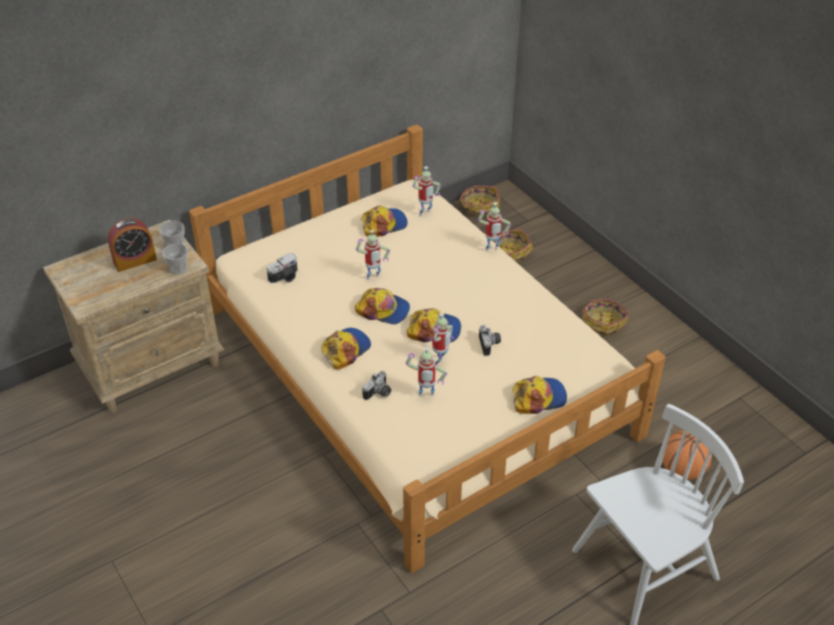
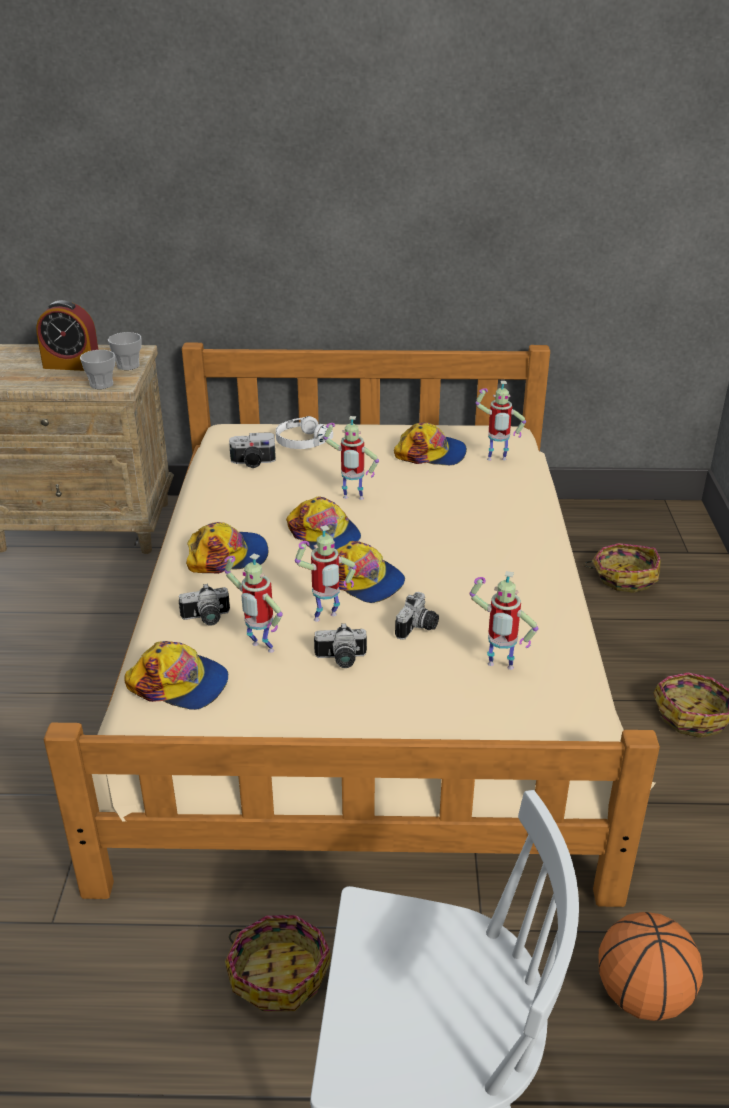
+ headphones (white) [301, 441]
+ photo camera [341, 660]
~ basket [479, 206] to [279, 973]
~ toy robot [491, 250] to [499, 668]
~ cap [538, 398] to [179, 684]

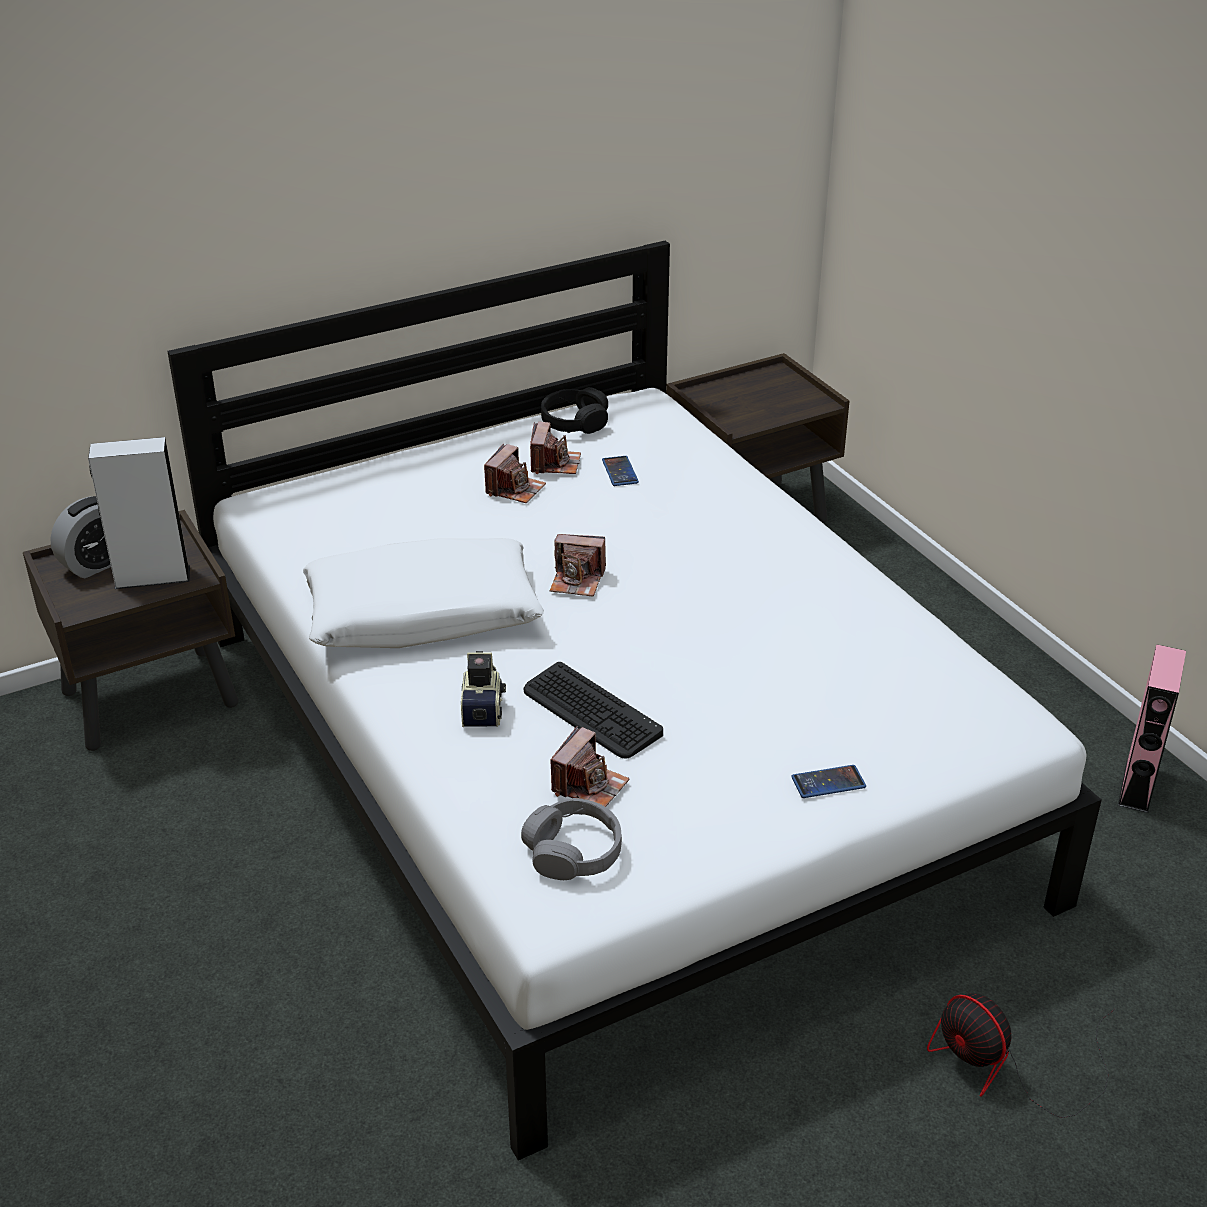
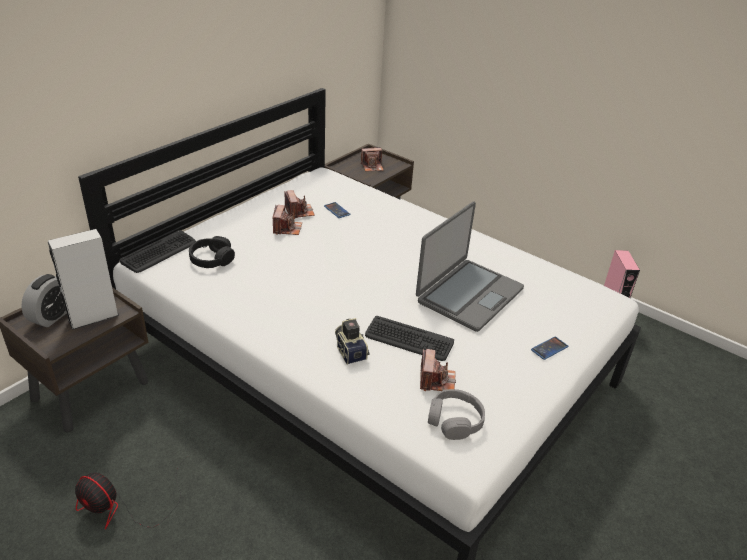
- pillow (white) [422, 615]
+ keyboard [159, 252]
+ laptop [468, 295]
~ headphones (black) [574, 421] to [212, 259]
~ photo camera [577, 580] to [372, 167]
~ fan [1008, 1067] to [124, 506]

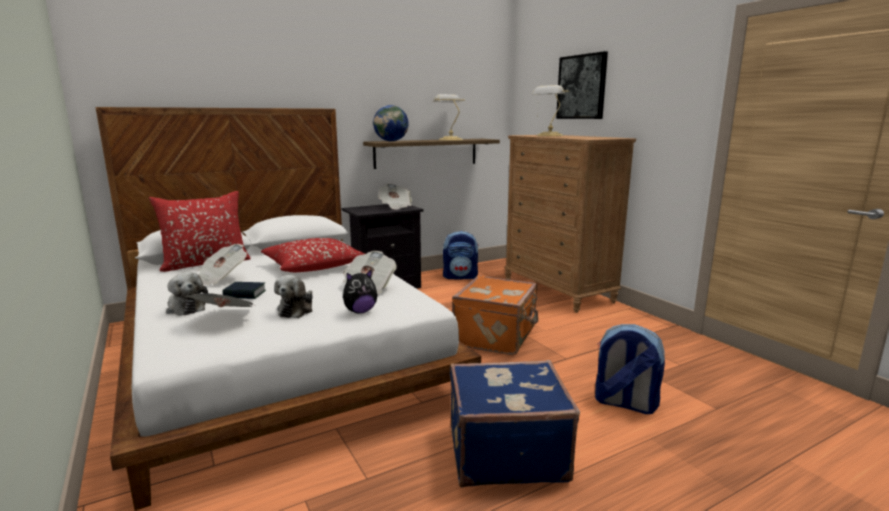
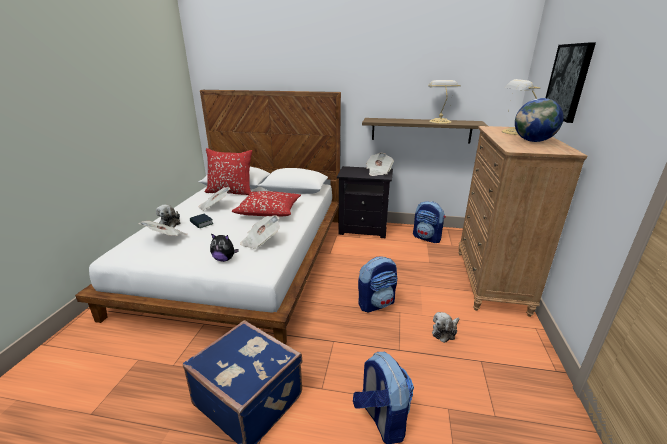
~ plush toy [296, 309] to [445, 332]
~ globe [391, 141] to [533, 141]
~ suitcase (orange) [496, 336] to backpack [376, 303]

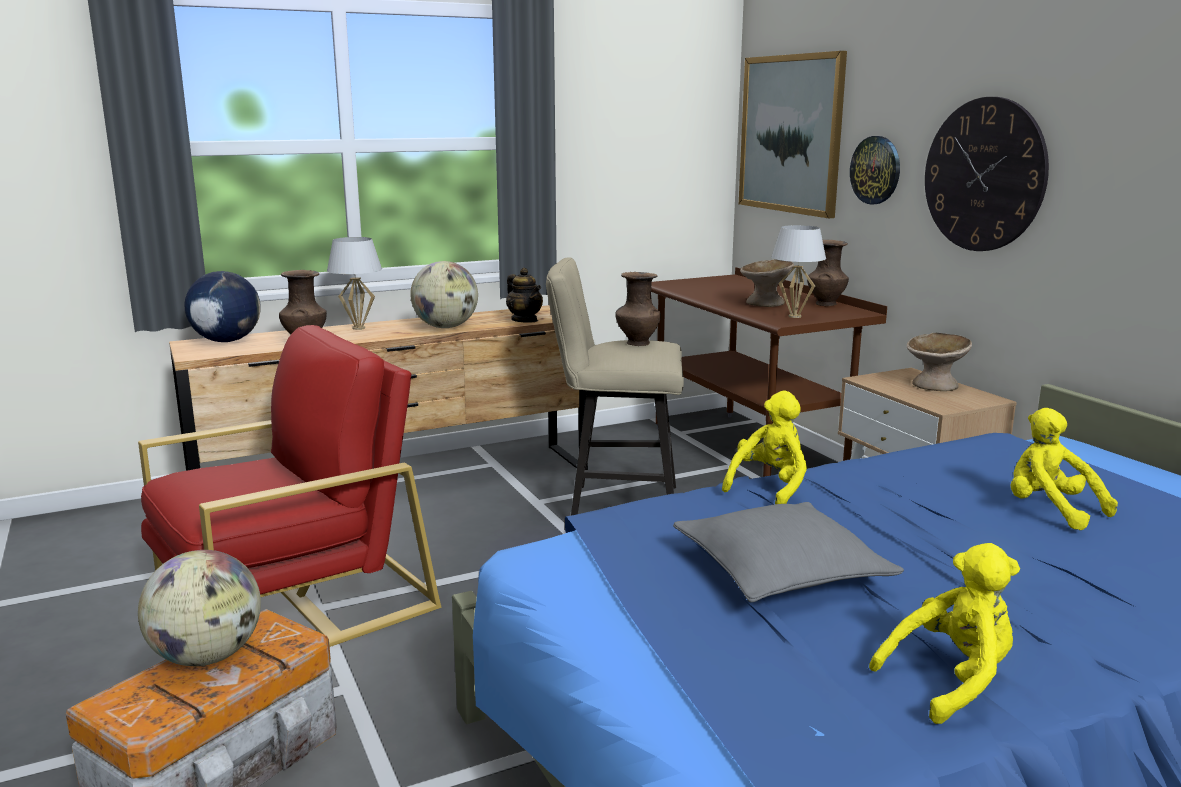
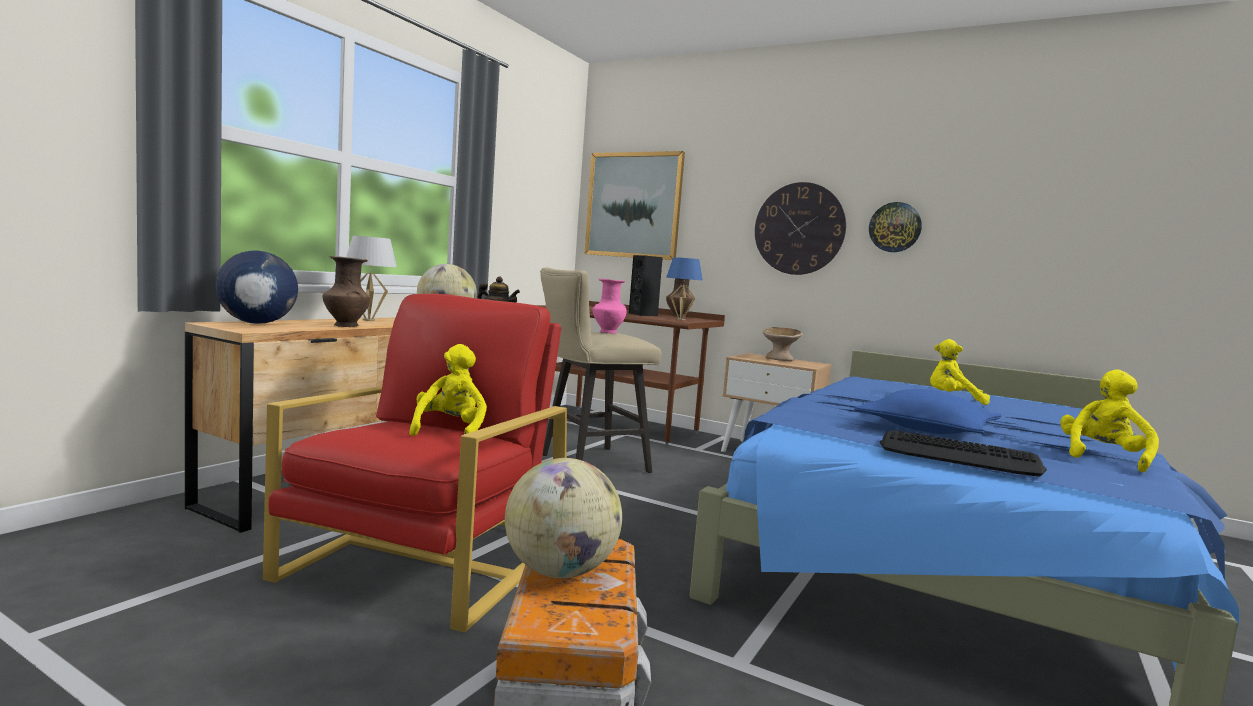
+ keyboard [959, 456]
~ plush toy (yellow) [769, 487] to [450, 431]
~ wall clock [876, 170] to [895, 227]
~ bowl (beige) [765, 303] to speaker (black) [644, 315]
~ vase (brown) [637, 343] to vase (pink) [607, 332]
~ pillow (grey) [780, 571] to pillow (blue) [926, 430]
~ table lamp (white) [794, 316] to table lamp (blue) [680, 319]

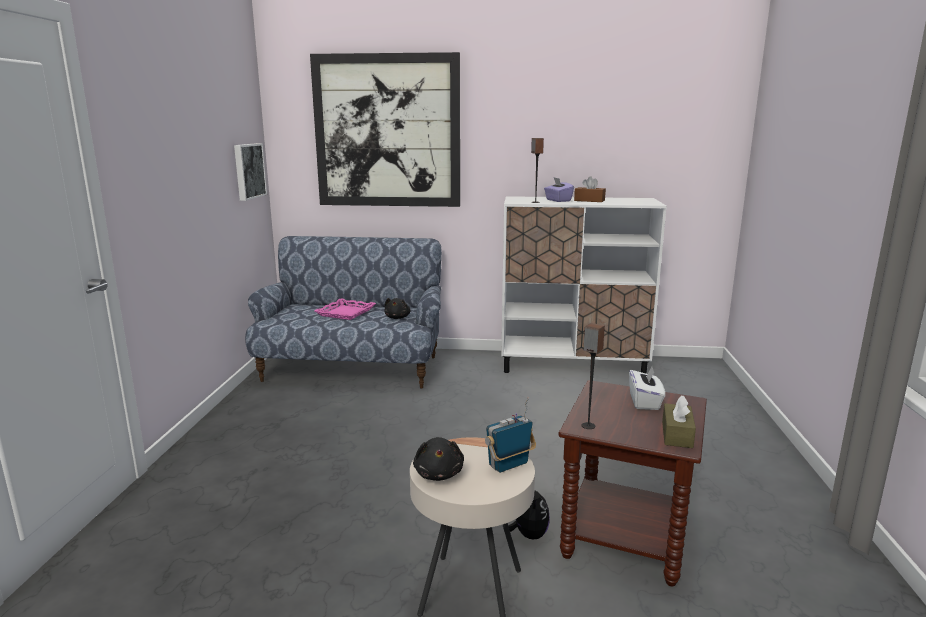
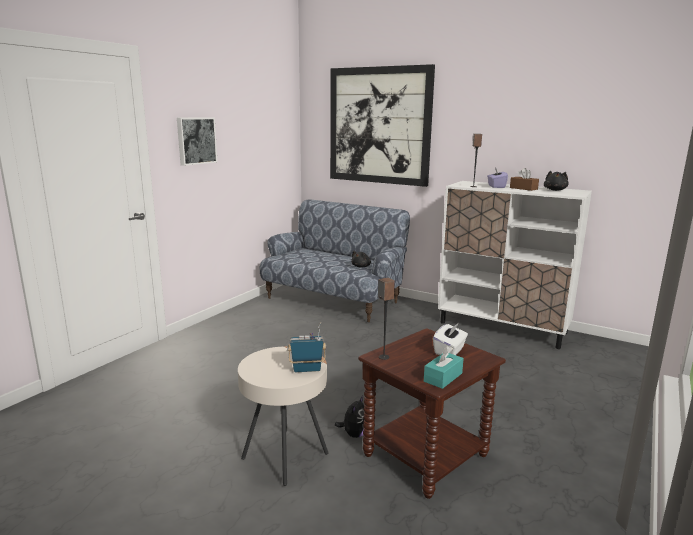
- tray (pink) [345, 313]
~ picture [248, 171] to [196, 140]
~ plush toy (black) [439, 474] to [555, 190]
~ tissue box (brown) [677, 434] to tissue box (turquoise) [443, 377]

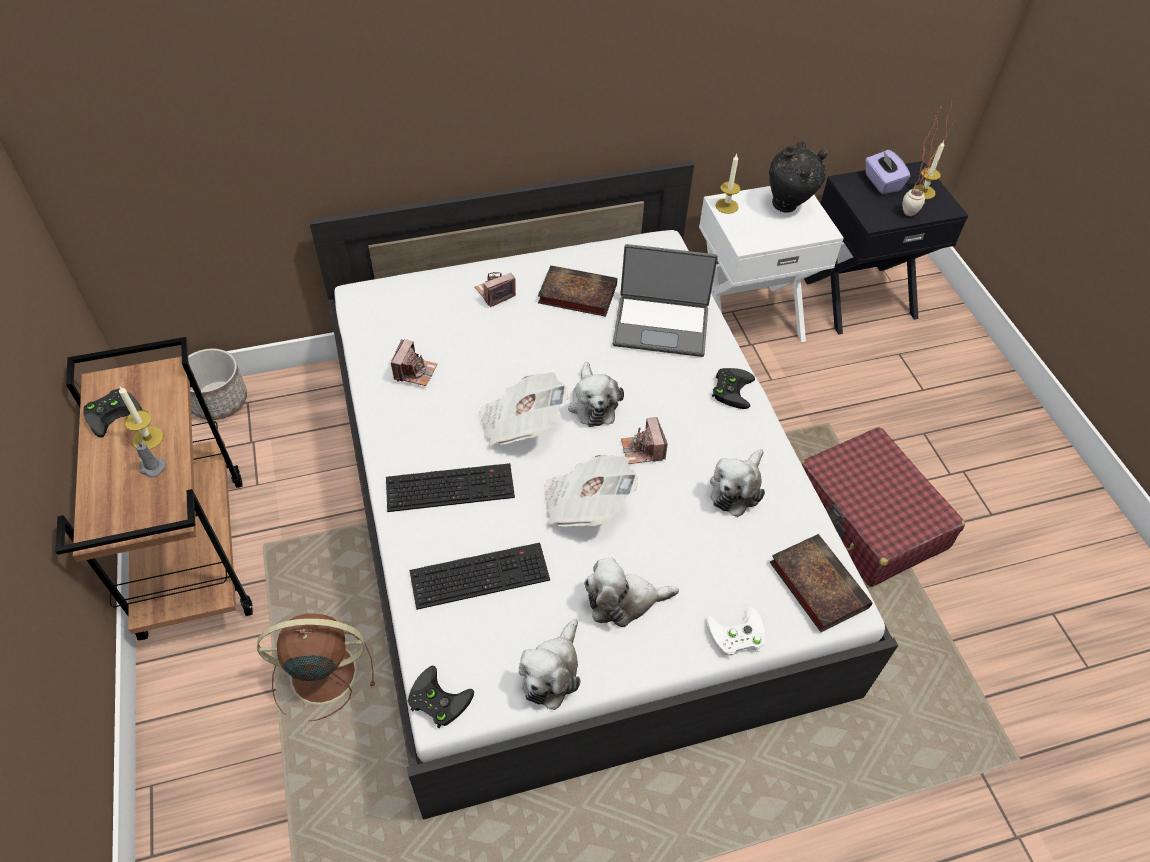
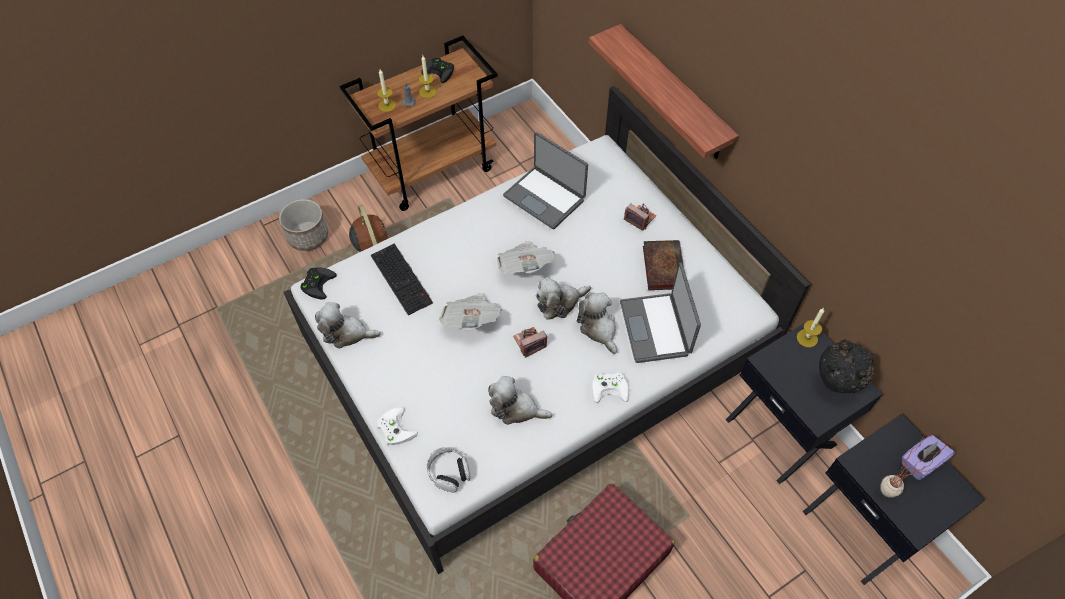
- keyboard [451, 486]
+ shelf [673, 94]
~ planter [219, 400] to [308, 236]
~ plush toy [623, 601] to [598, 328]
~ candle [923, 192] to [387, 105]
~ photo camera [415, 372] to laptop [545, 197]
~ book [816, 583] to headphones [449, 472]
~ nightstand (white) [747, 318] to nightstand (black) [782, 431]
~ game controller (black) [731, 388] to game controller (white) [610, 388]

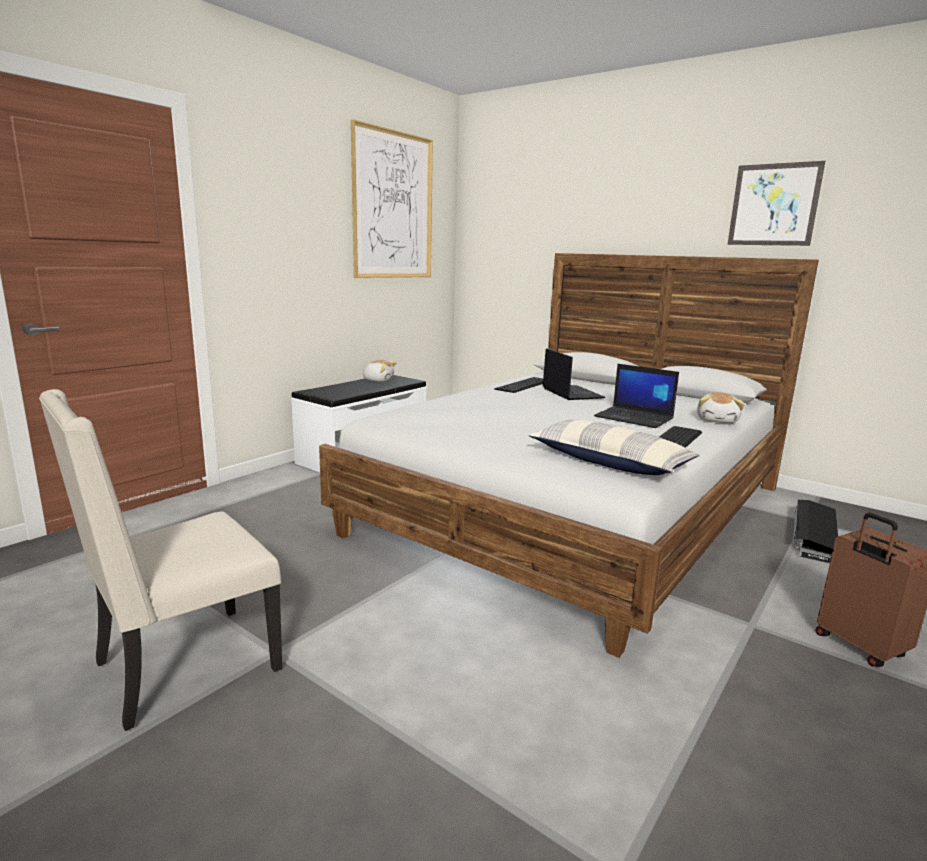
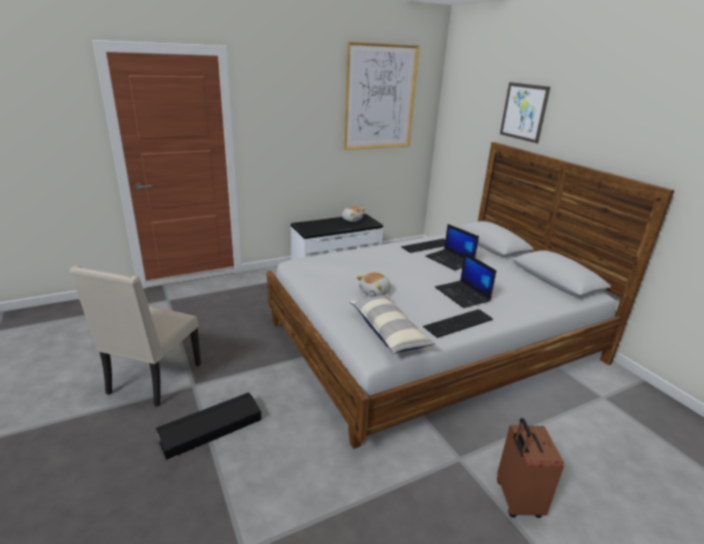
~ plush toy [717, 420] to [375, 292]
~ picture [774, 205] to [523, 112]
~ storage box (black) [813, 537] to [210, 429]
~ chair (beige) [183, 667] = [153, 380] 60 degrees counterclockwise
~ laptop [571, 393] = [450, 260] 135 degrees clockwise

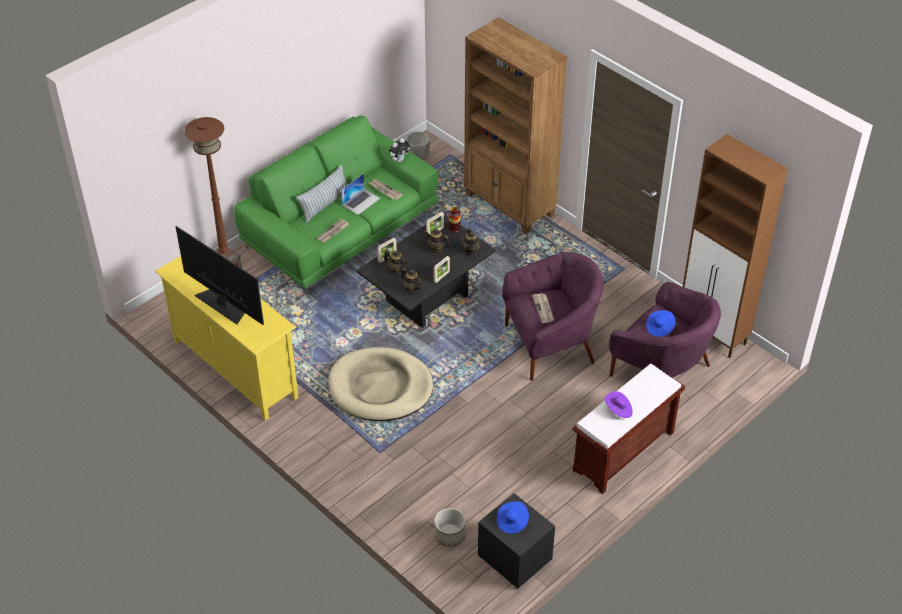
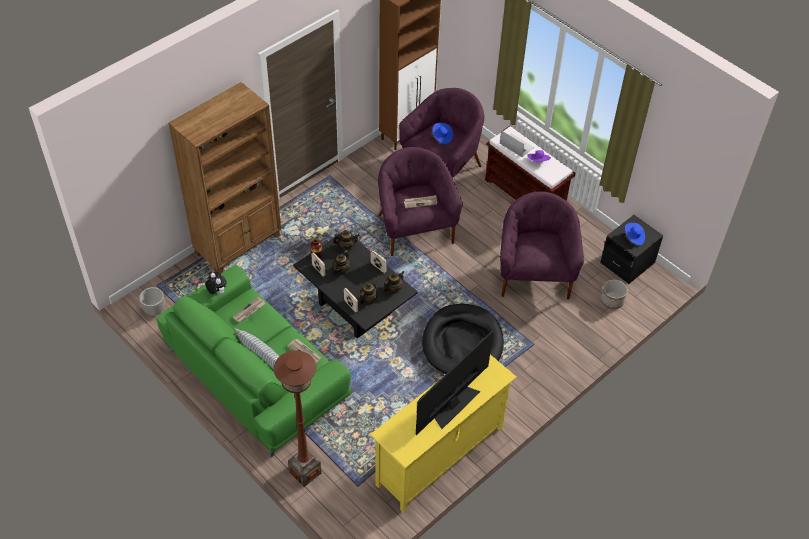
+ armchair (purple) [534, 274]
~ laptop [361, 201] to [516, 145]
~ dog bed (beige) [380, 388] to dog bed (black) [462, 343]

